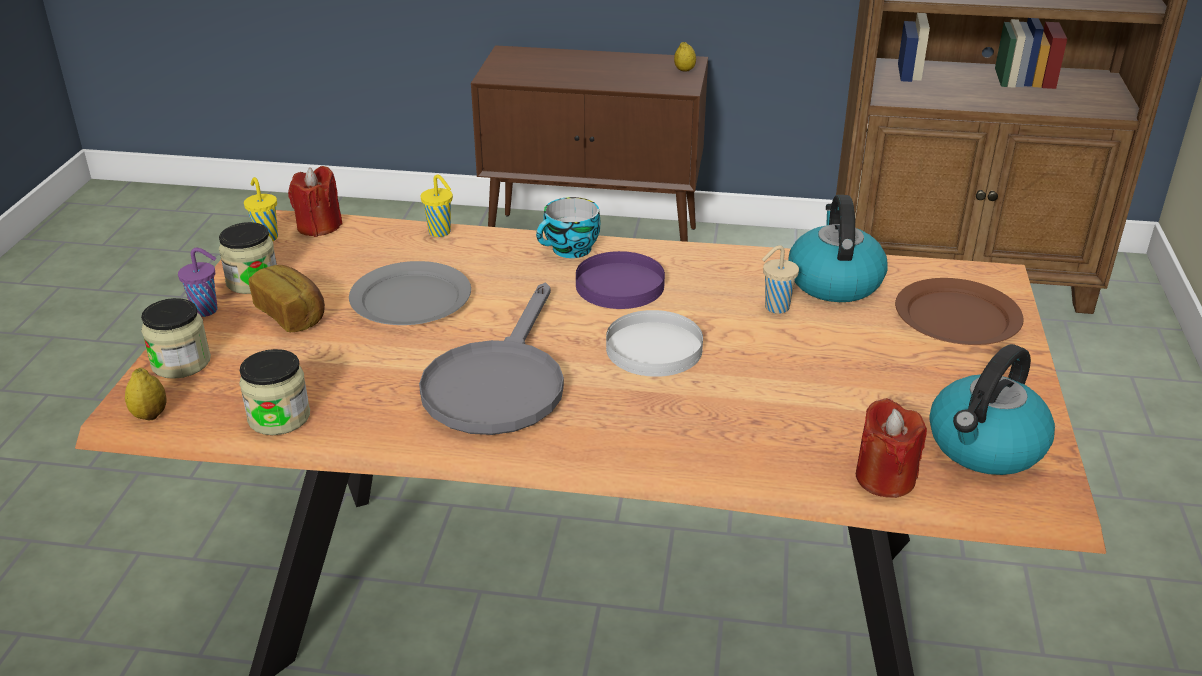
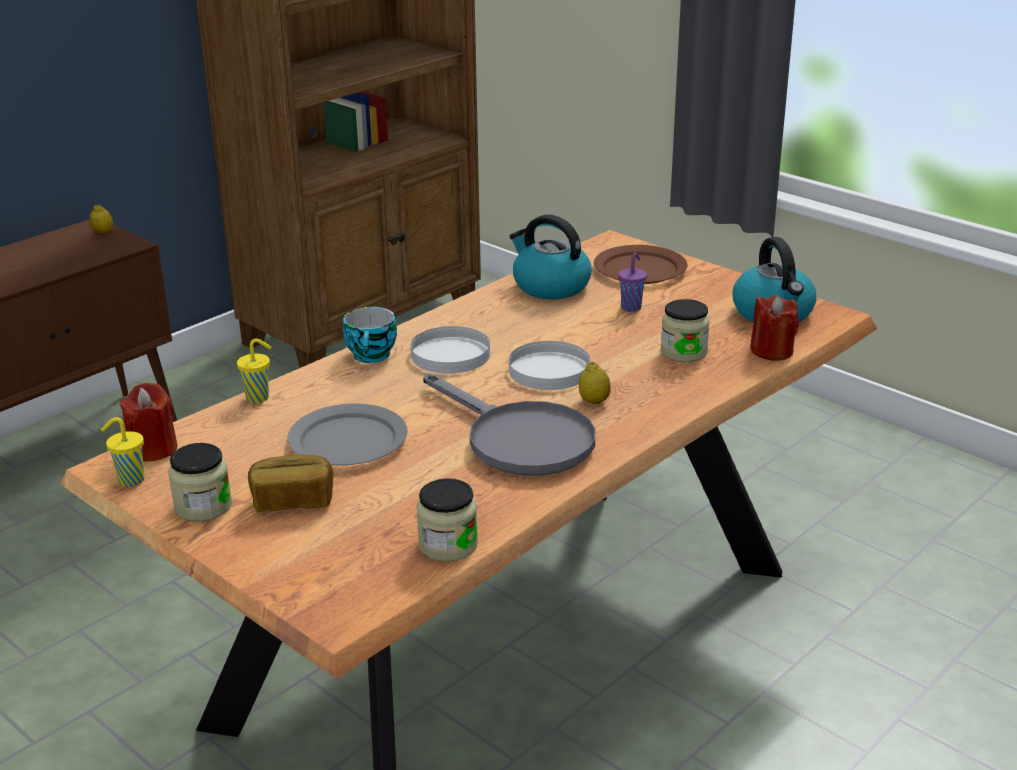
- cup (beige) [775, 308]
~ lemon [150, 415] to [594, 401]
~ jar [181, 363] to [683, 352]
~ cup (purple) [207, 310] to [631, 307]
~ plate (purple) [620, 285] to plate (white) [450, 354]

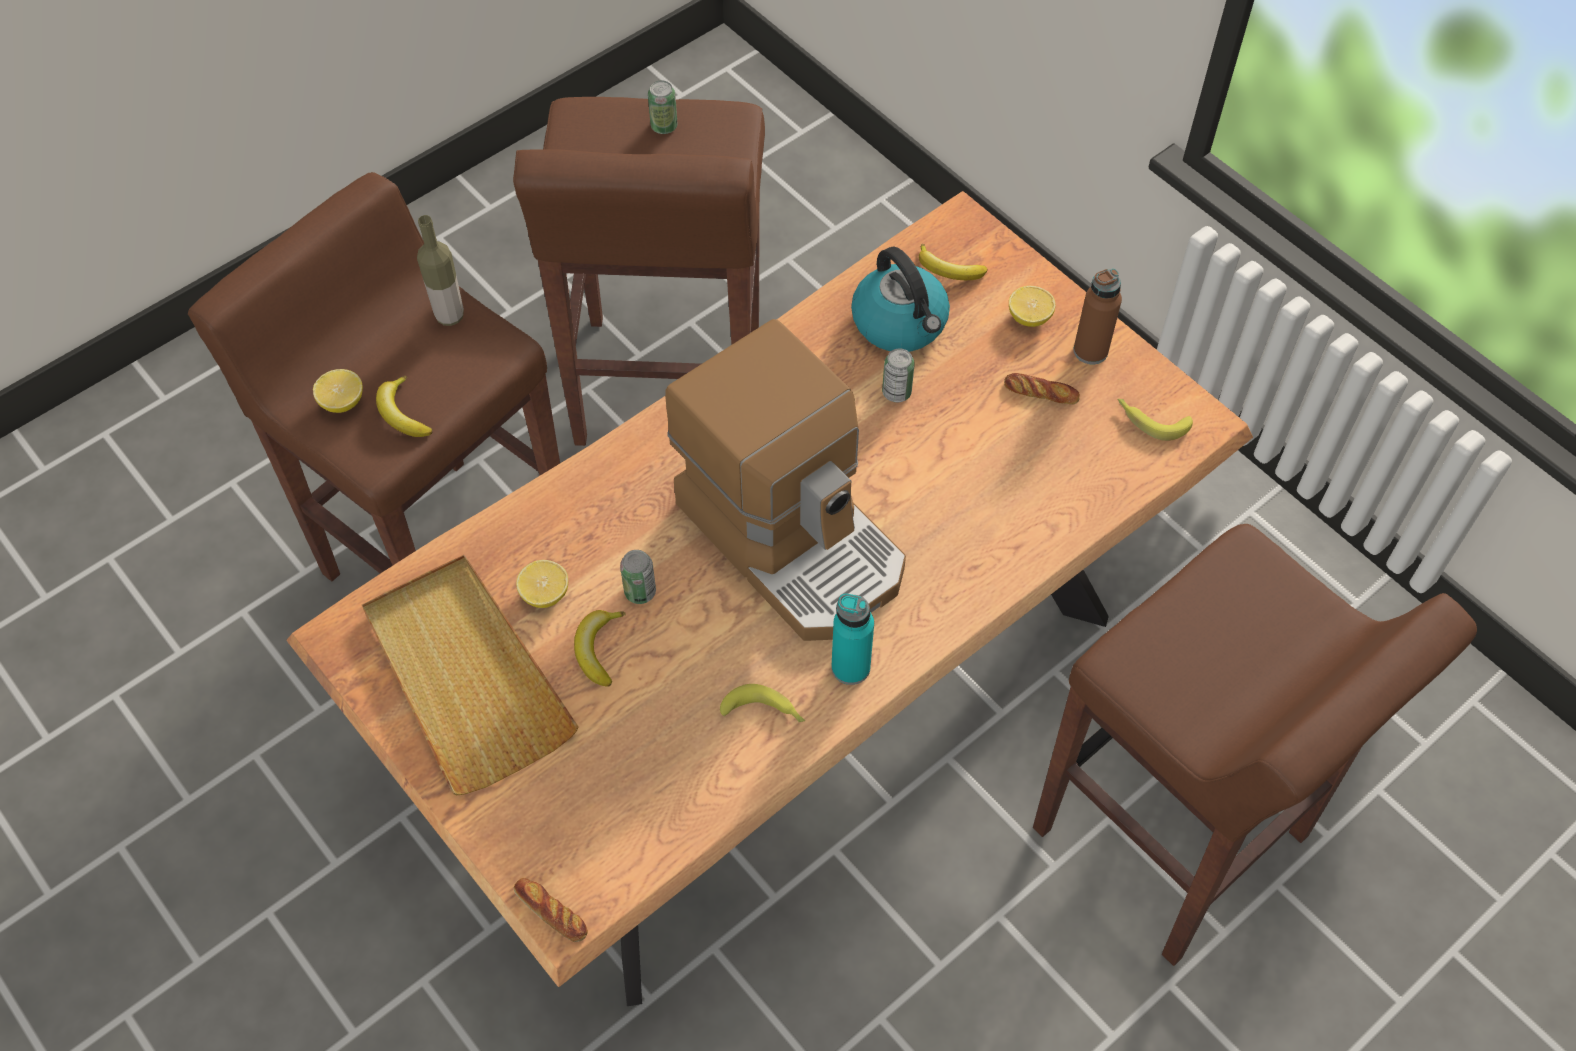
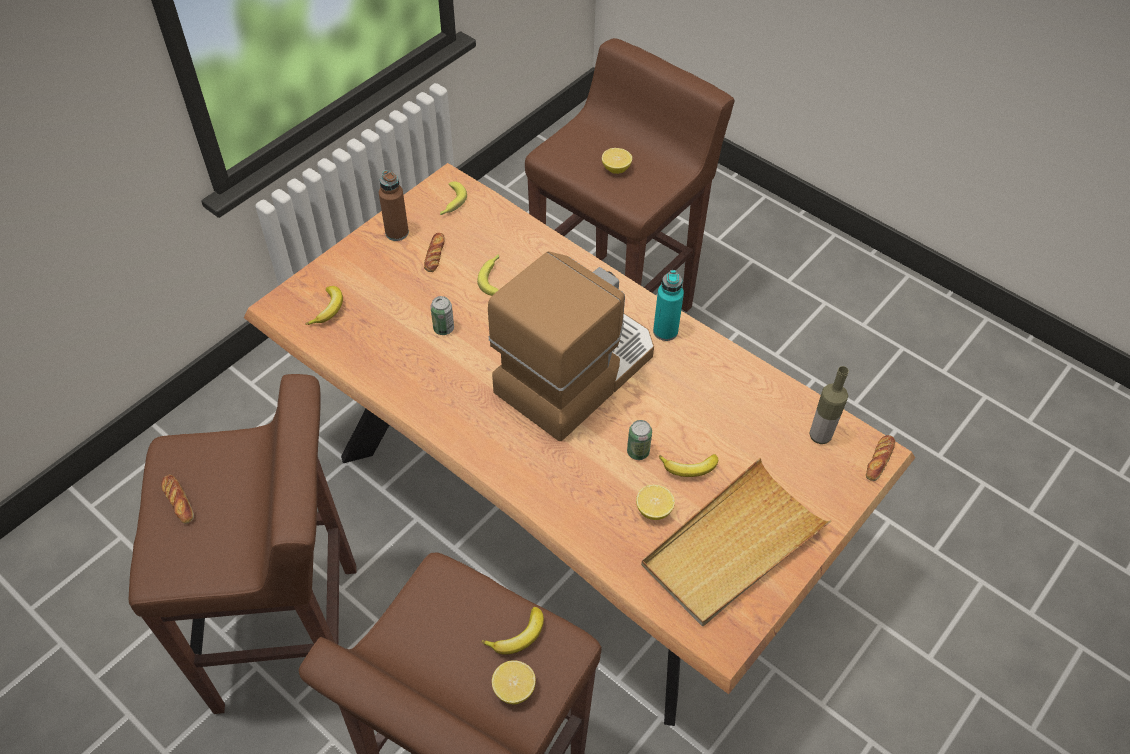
- kettle [901, 323]
~ bottle [449, 316] to [820, 436]
~ banana [764, 712] to [493, 277]
~ lemon [1029, 317] to [616, 168]
~ can [664, 126] to bread [179, 501]

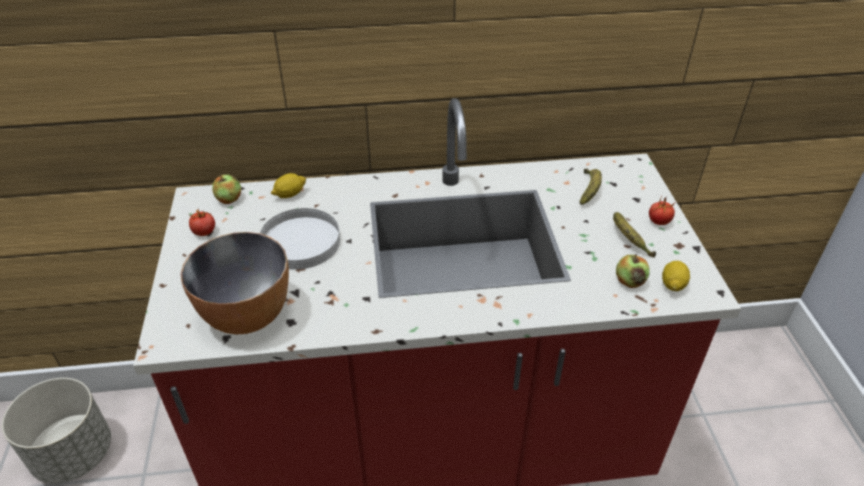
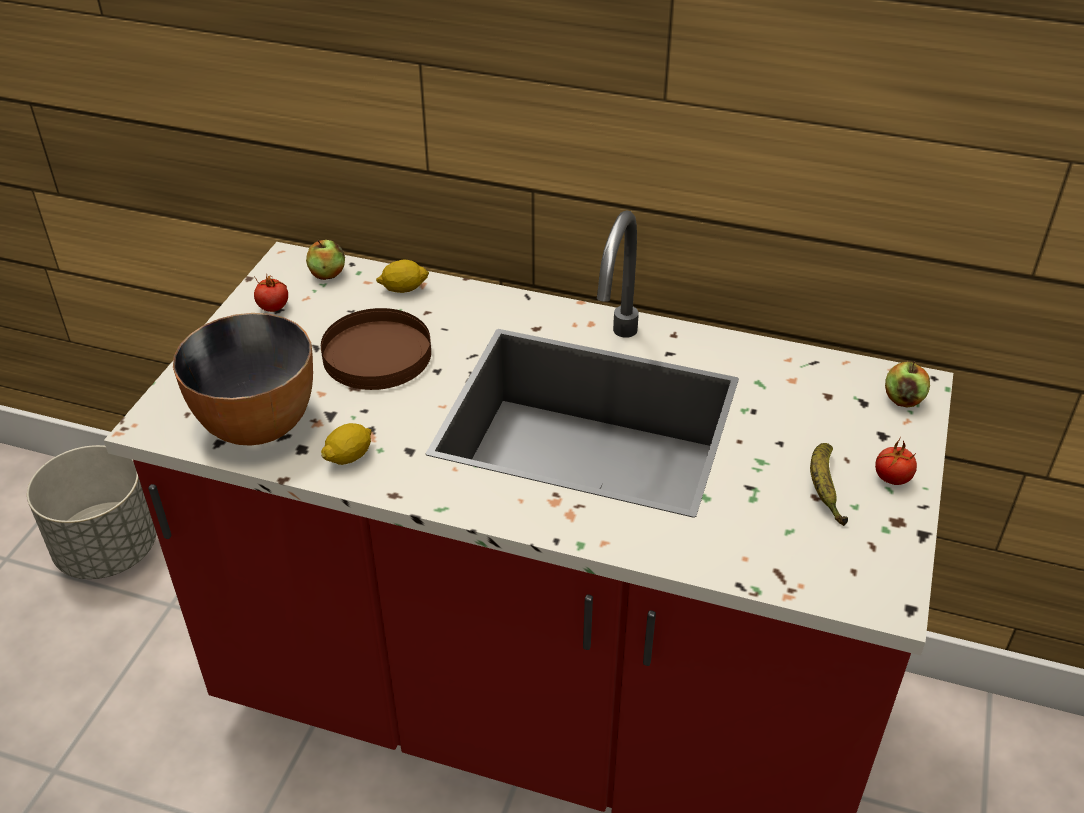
- banana [589, 190]
~ apple [629, 281] to [903, 399]
~ lemon [672, 284] to [349, 456]
~ plate (white) [301, 241] to plate (brown) [377, 354]

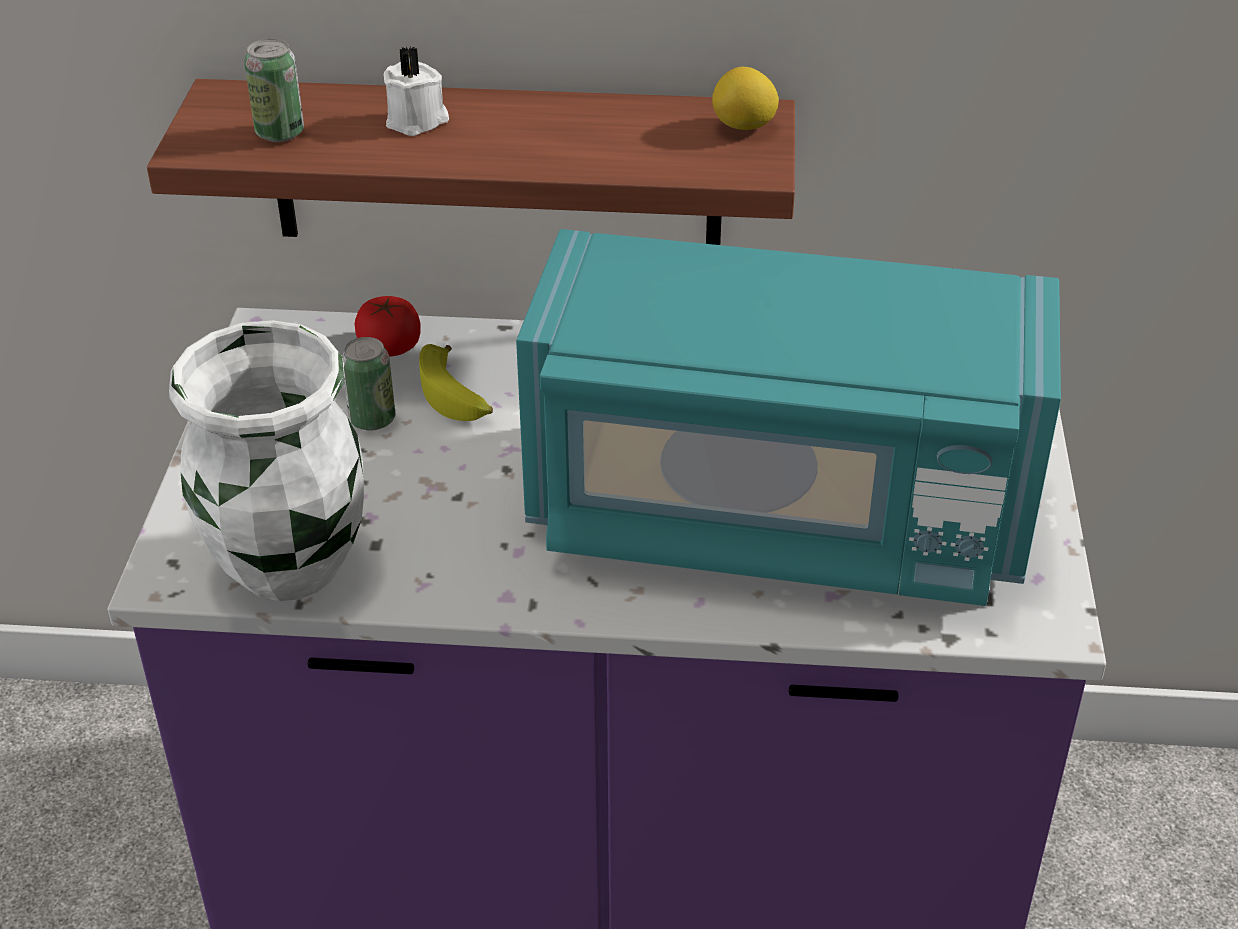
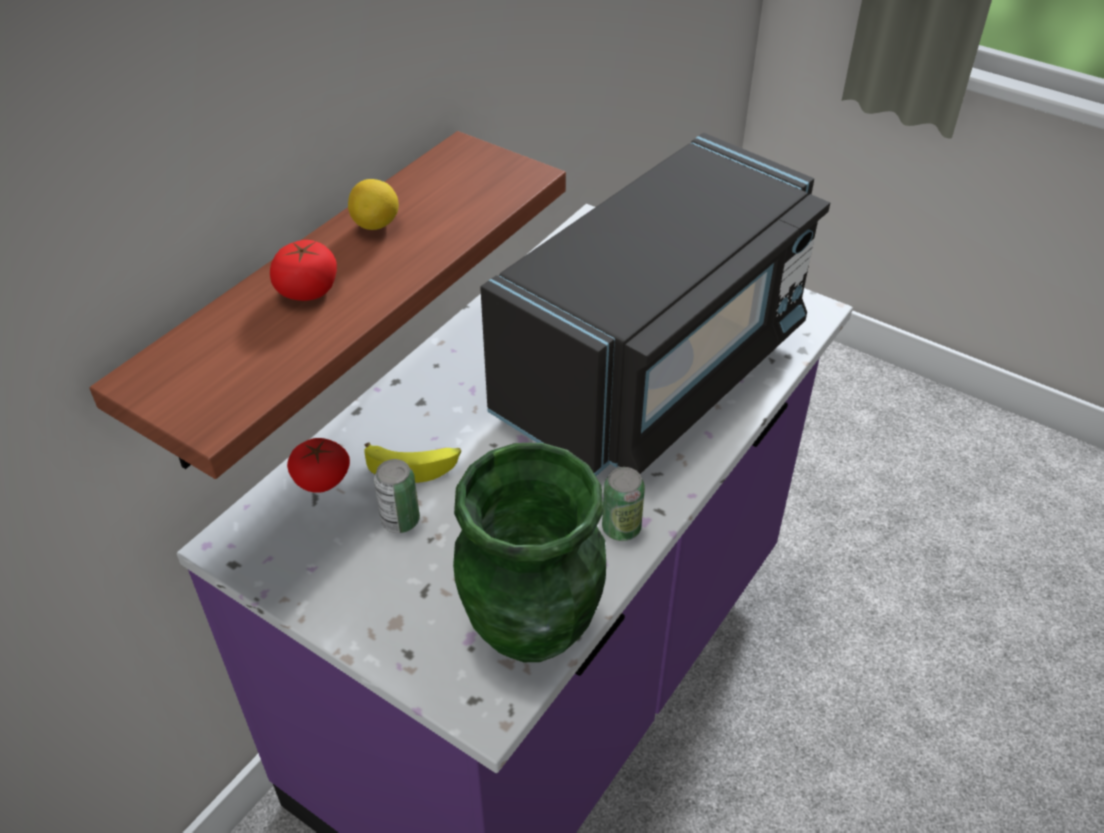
~ can [280, 133] to [621, 528]
~ lemon [744, 127] to [376, 225]
~ candle (white) [418, 121] to tomato [307, 289]
~ vase (white) [290, 568] to vase (green) [534, 628]
~ microwave (turquoise) [776, 514] to microwave (black) [654, 369]

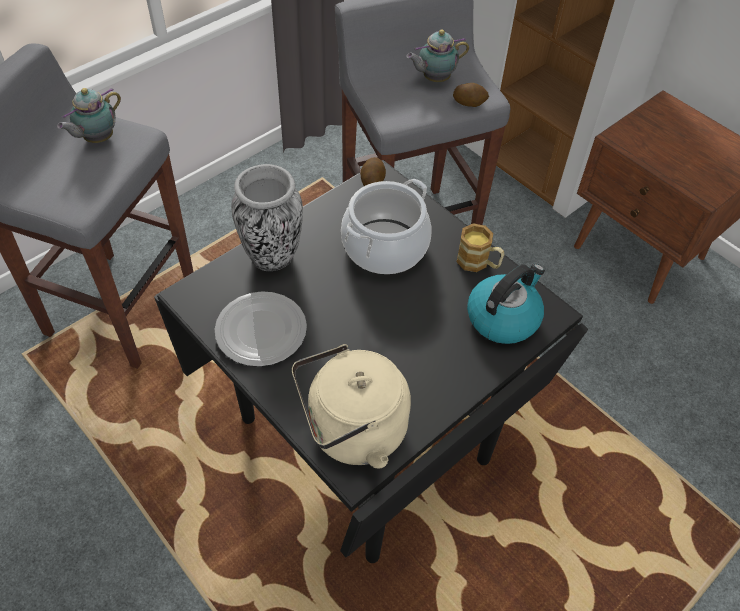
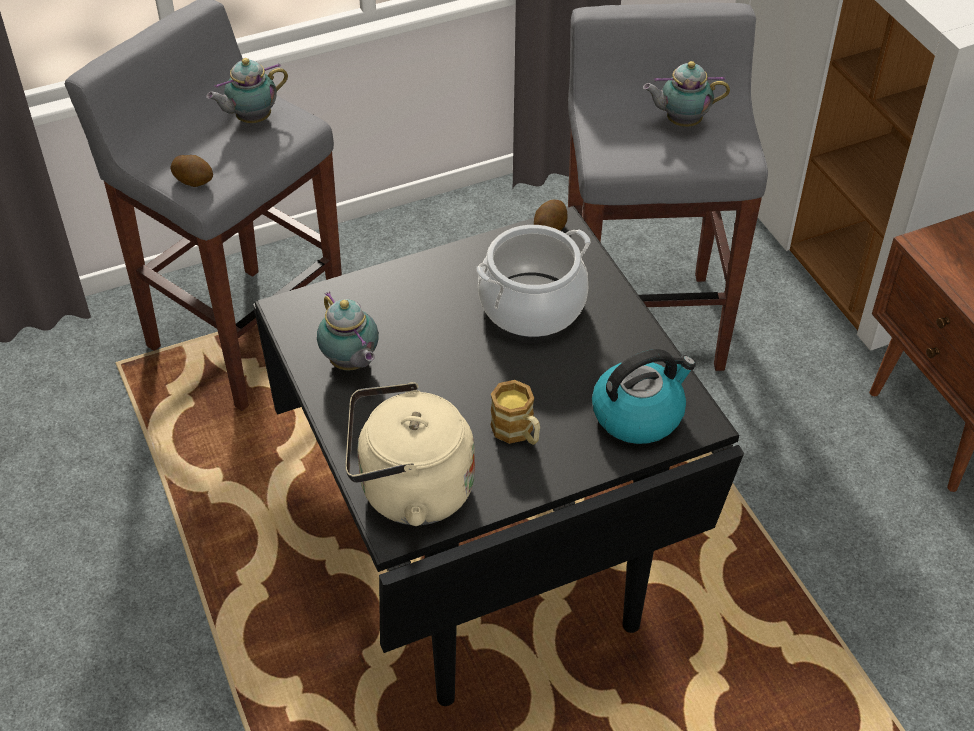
- vase [272, 257]
~ potato [469, 102] to [194, 180]
~ mug [478, 263] to [517, 433]
~ plate [260, 331] to teapot [351, 364]

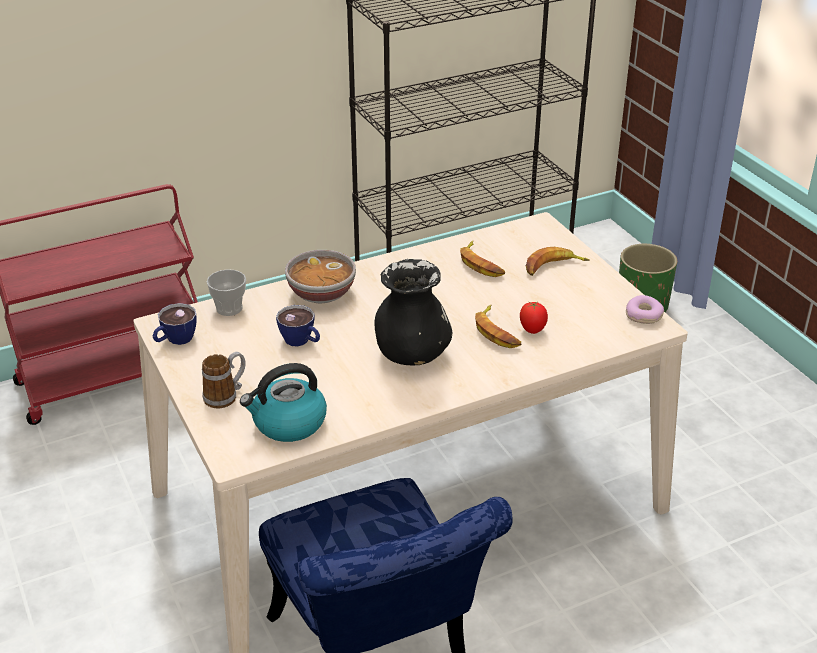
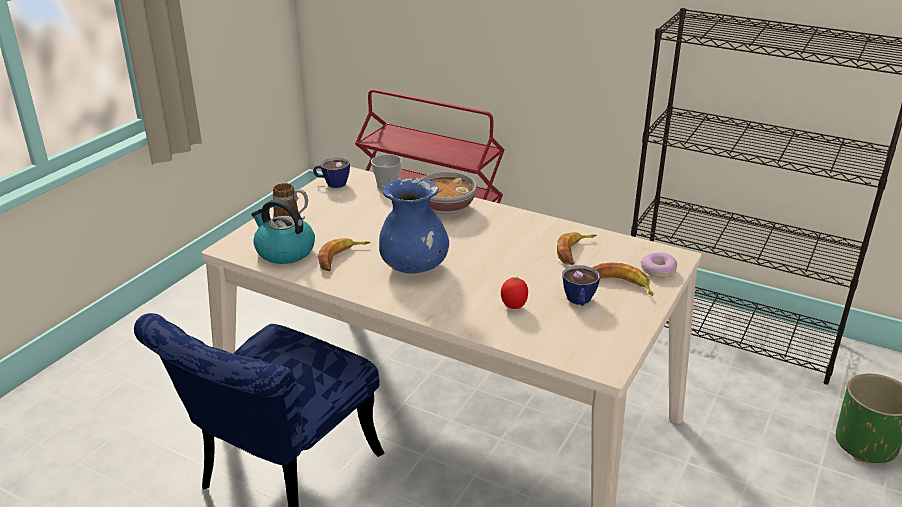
~ cup [301, 341] to [579, 301]
~ banana [497, 332] to [341, 258]
~ donut [644, 315] to [658, 270]
~ vase (black) [411, 355] to vase (blue) [414, 267]

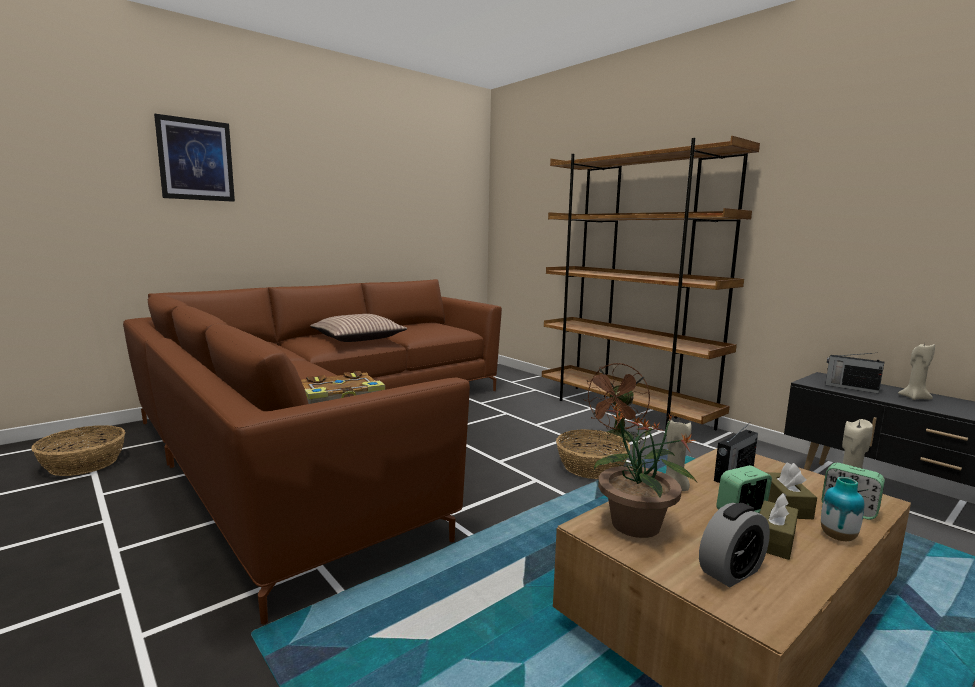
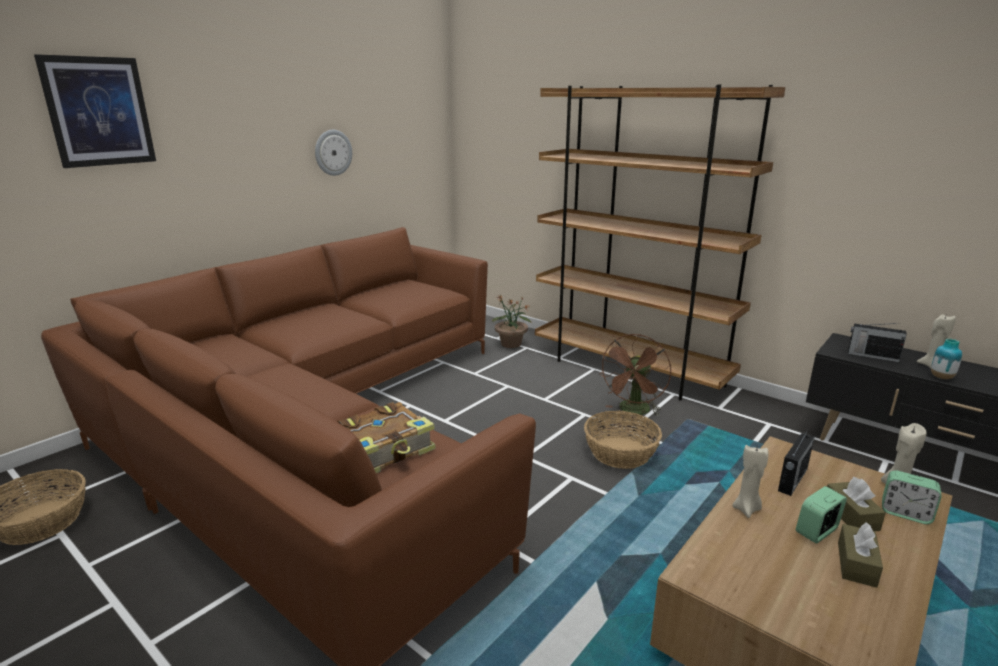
- pillow [358, 338]
- alarm clock [731, 572]
+ wall clock [333, 152]
~ potted plant [635, 525] to [511, 344]
~ vase [838, 537] to [941, 377]

